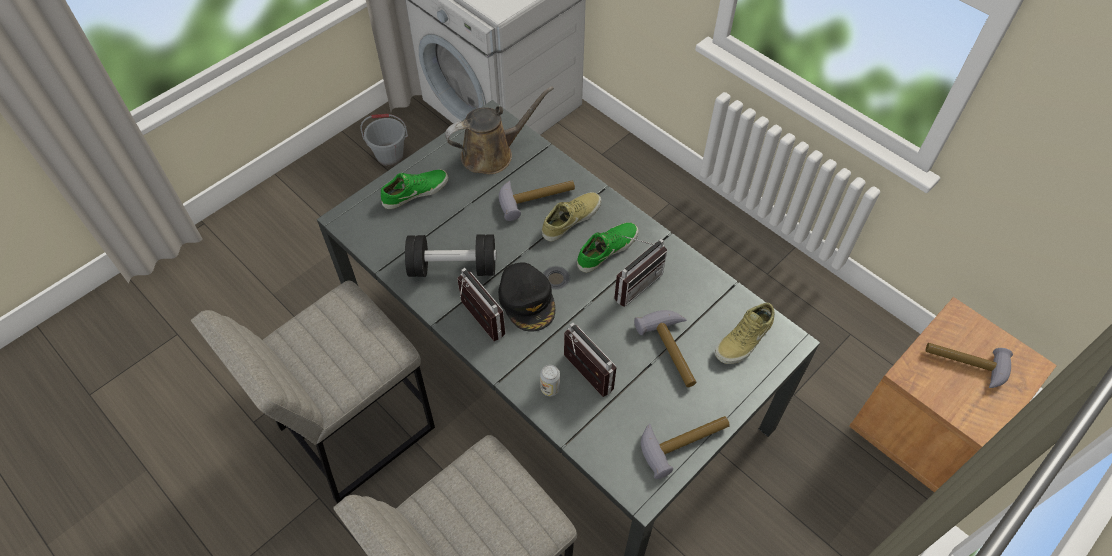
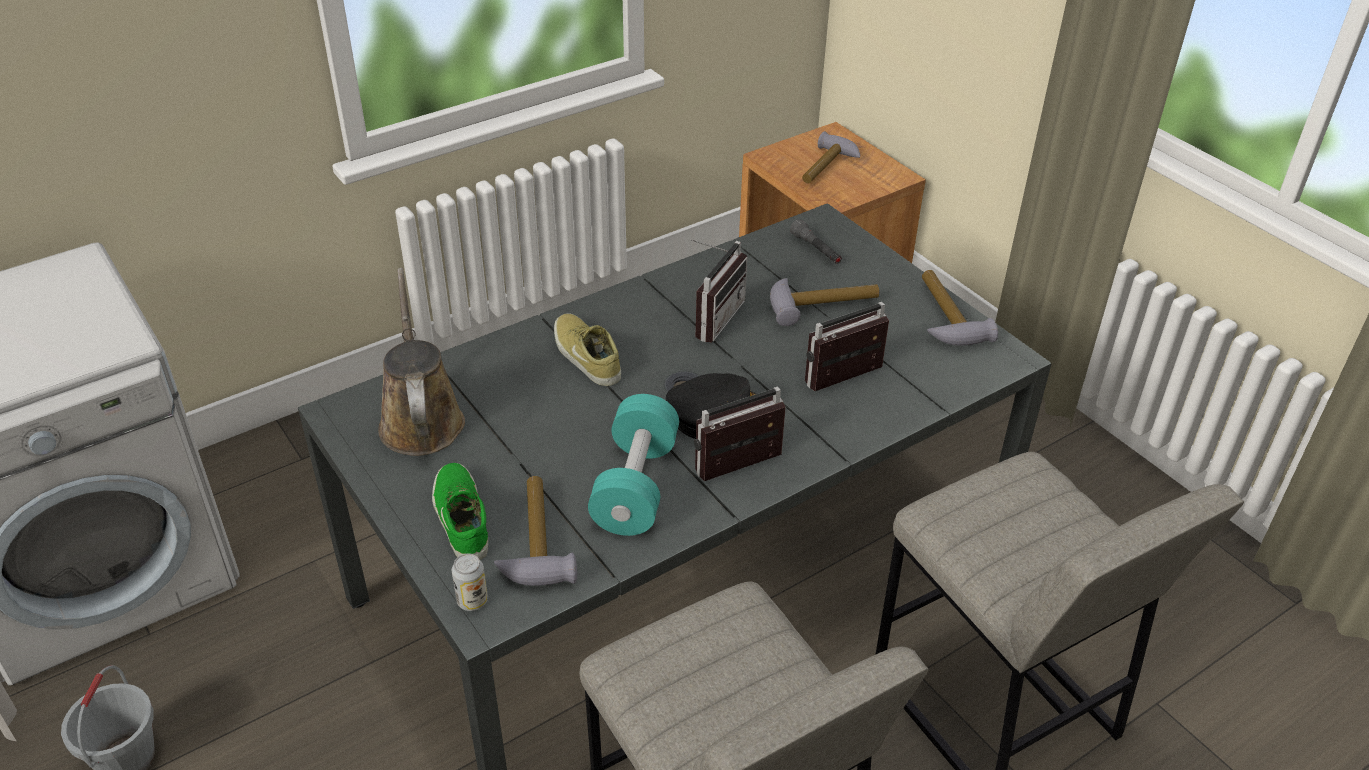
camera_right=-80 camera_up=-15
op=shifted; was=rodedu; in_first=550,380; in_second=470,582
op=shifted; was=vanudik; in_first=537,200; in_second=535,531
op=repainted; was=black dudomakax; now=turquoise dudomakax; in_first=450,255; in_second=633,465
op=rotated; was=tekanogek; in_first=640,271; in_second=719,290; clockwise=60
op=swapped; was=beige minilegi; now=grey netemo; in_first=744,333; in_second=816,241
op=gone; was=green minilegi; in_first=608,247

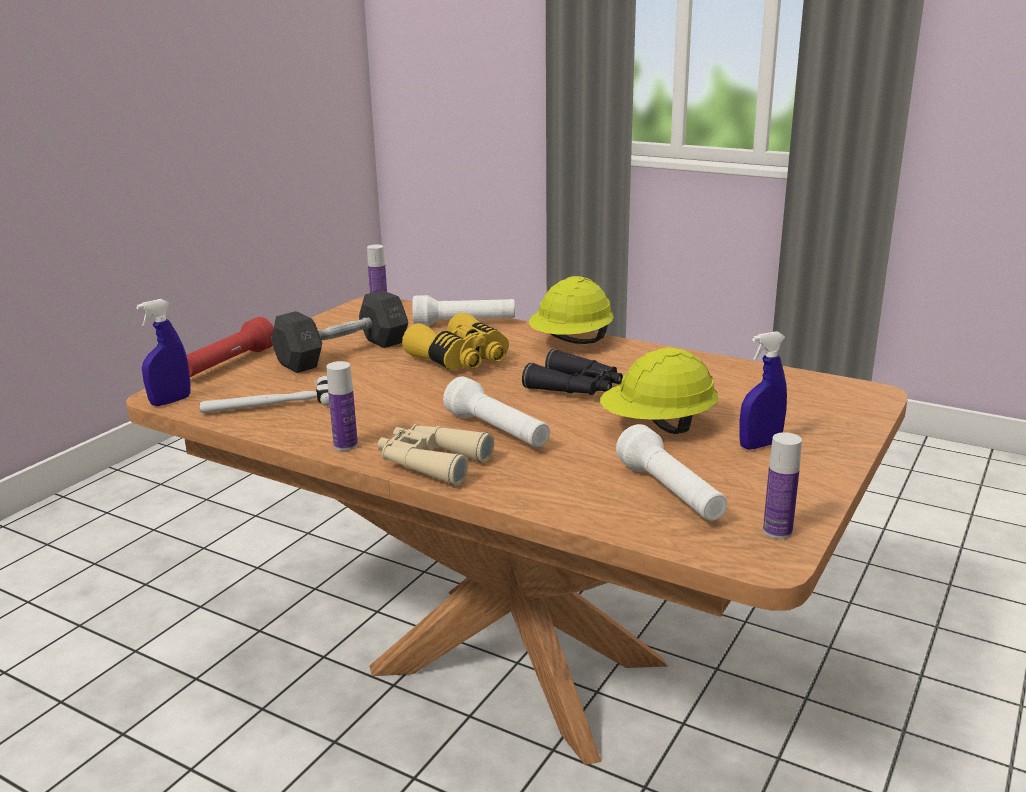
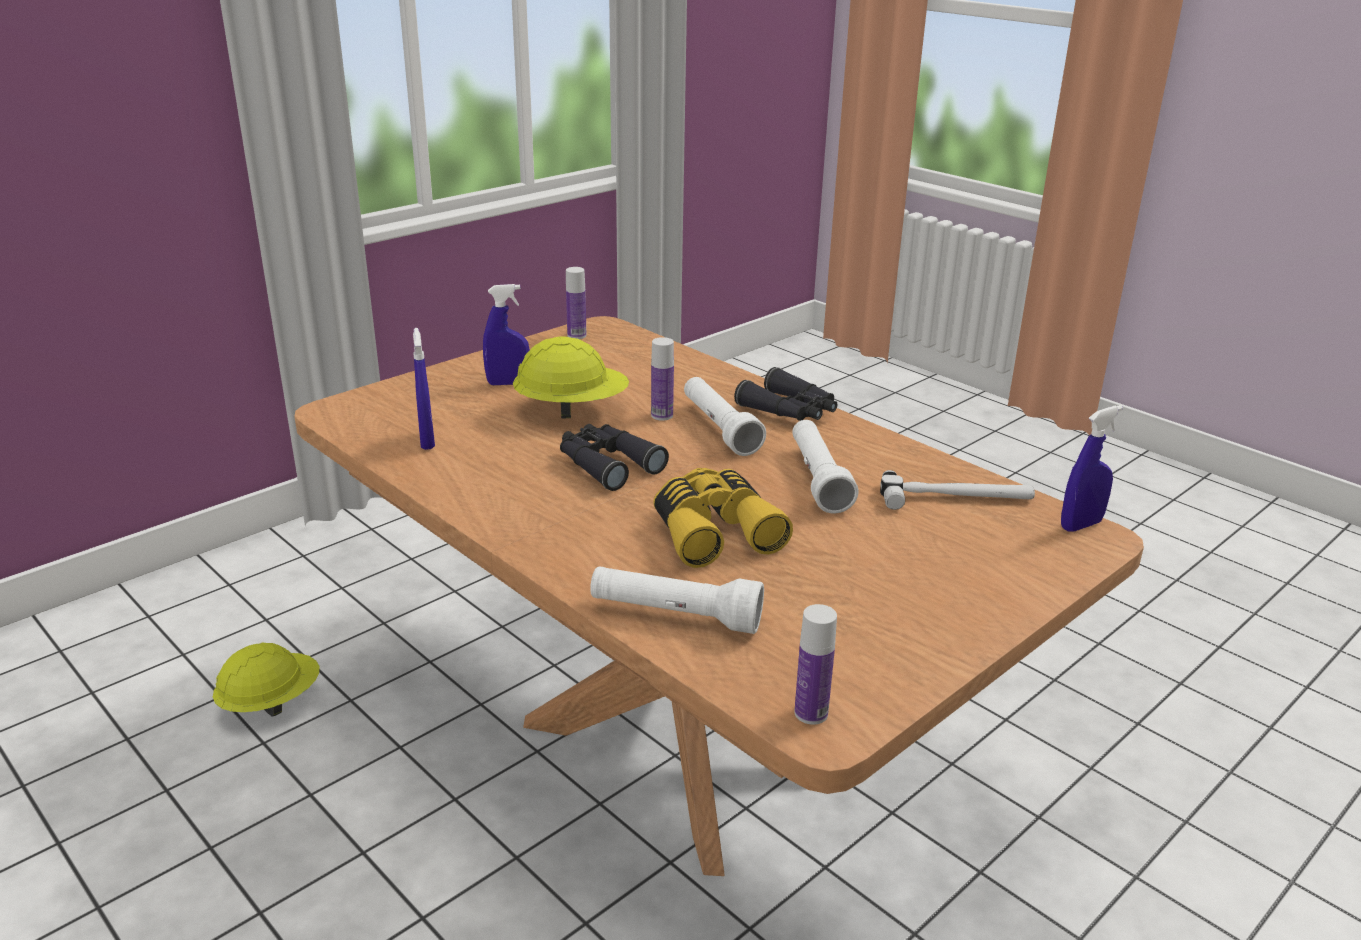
camera_right=-165 camera_up=5
op=shifted; was=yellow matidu; in_first=571,310; in_second=265,679
op=new; now=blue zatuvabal; in_second=424,389
op=shifted; was=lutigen; in_first=342,406; in_second=662,379
op=repainted; was=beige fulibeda; now=black fulibeda; in_first=435,455; in_second=786,394
op=shifted; was=white netemo; in_first=671,472; in_second=825,466
op=gone; was=red netemo; in_first=230,347
op=gone; was=grey dudomakax; in_first=339,331

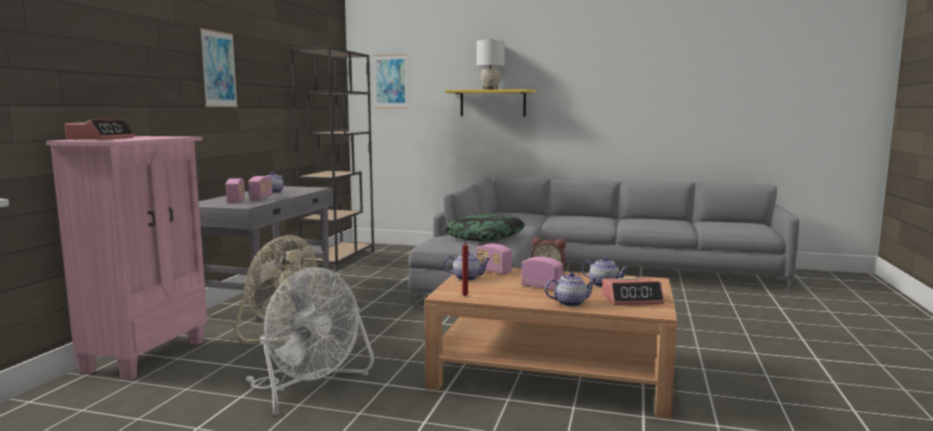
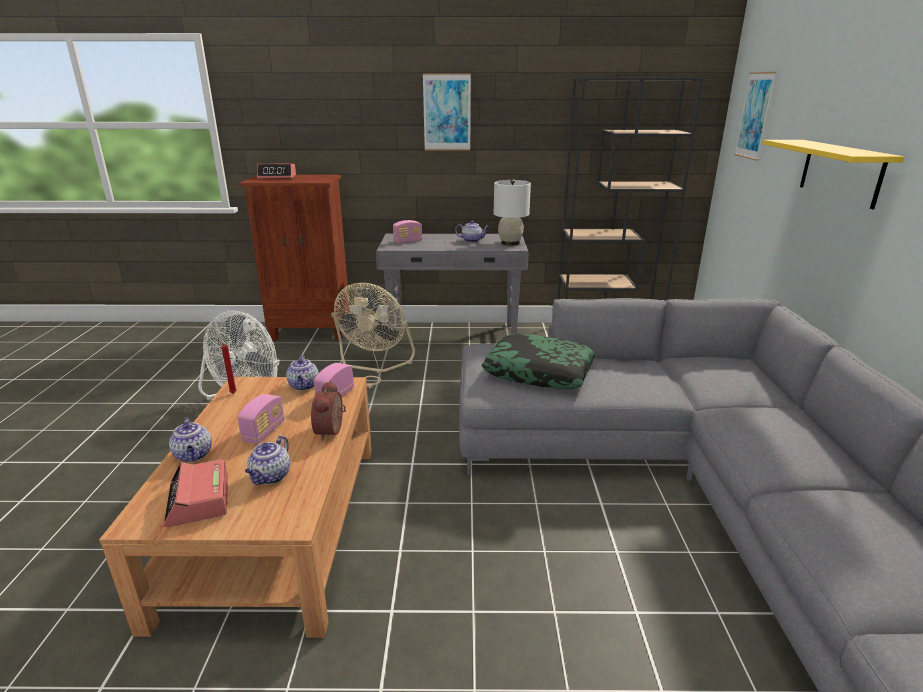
camera_right=75 camera_up=15
op=repainted; was=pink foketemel; now=brown foketemel; in_first=126,258; in_second=294,258
op=shifted; was=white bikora; in_first=491,64; in_second=512,212
op=gone; was=tekanogek; in_first=261,188

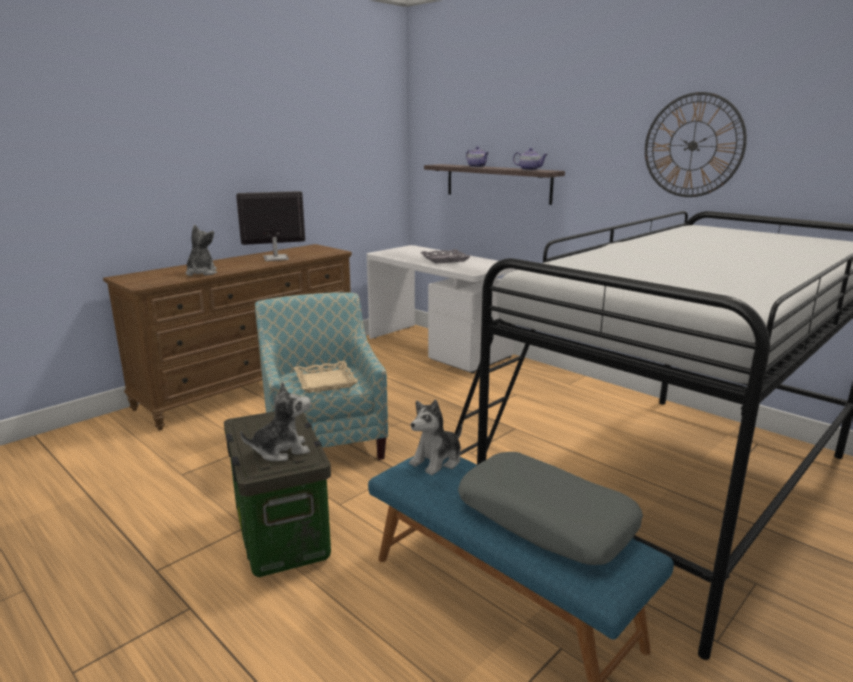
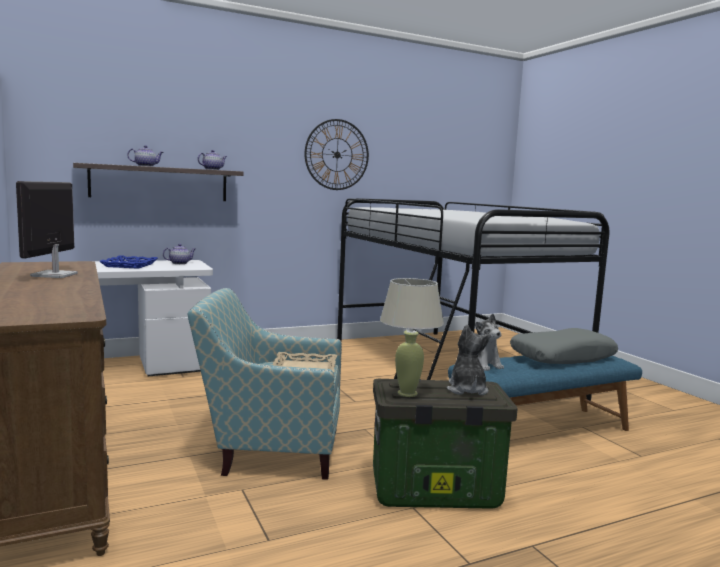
camera_right=-70 camera_up=-10
op=repainted; was=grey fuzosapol; now=blue fuzosapol; in_first=445,256; in_second=128,262
op=new; now=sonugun; in_second=179,254
op=new; now=beige bikora; in_second=412,337
op=gone; was=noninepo; in_first=201,250

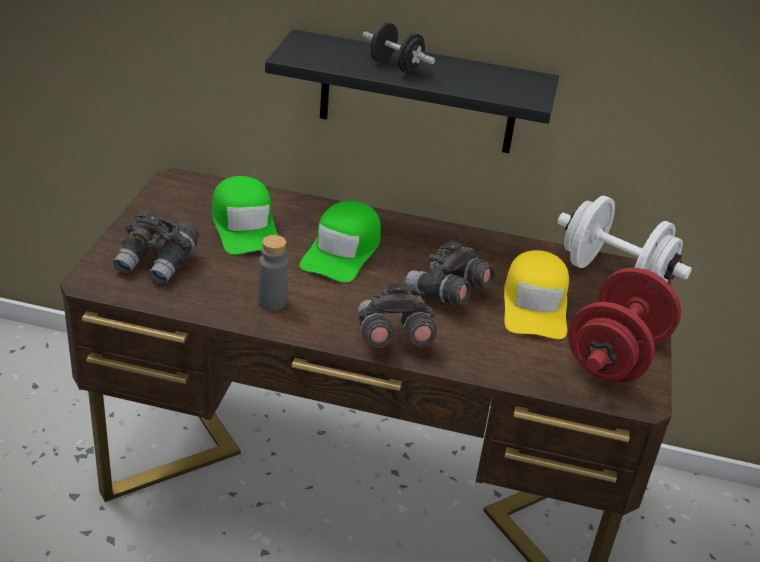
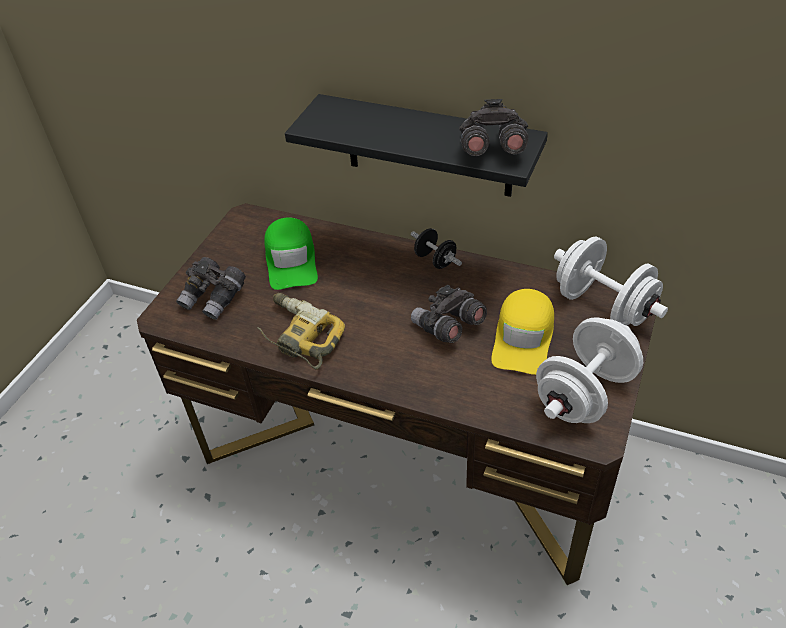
camera_right=15 camera_up=10
op=swapped; was=grey lutigen; now=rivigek; in_first=273,273; in_second=301,331
op=shifted; was=black dudomakax; in_first=398,48; in_second=436,248
op=shifted; was=grey fulibeda; in_first=397,316; in_second=493,127
op=repainted; was=red dudomakax; now=white dudomakax; in_first=624,325; in_second=589,370
op=gone; was=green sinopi; in_first=340,241

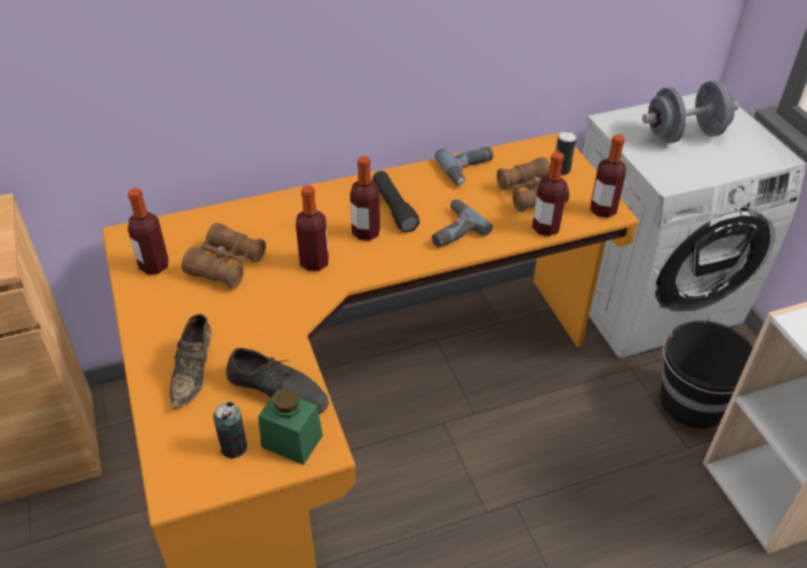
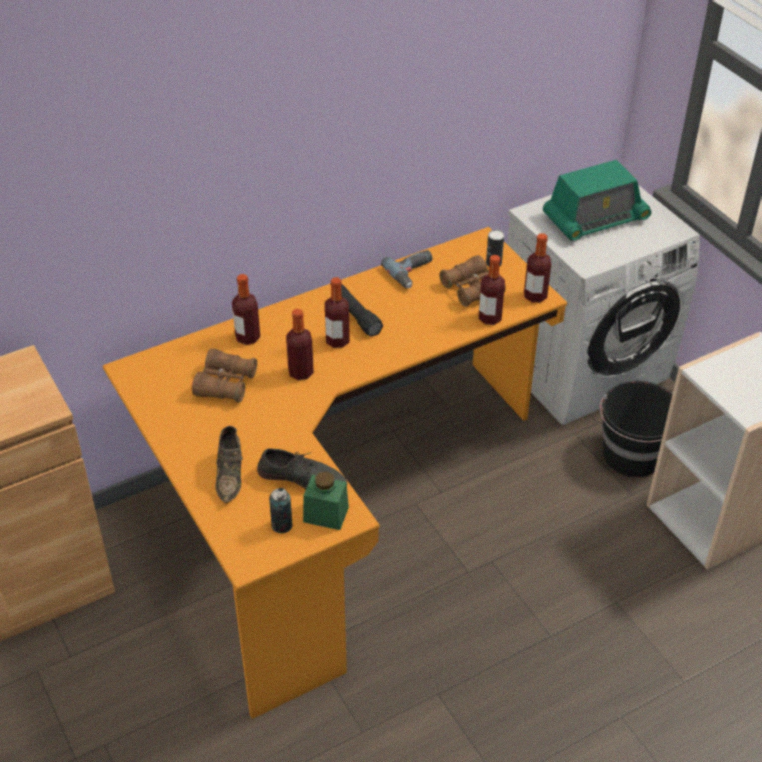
camera_right=-10 camera_up=0
op=shifted; was=lutigen; in_first=148,231; in_second=246,309
op=swapped; was=grey dudomakax; now=tekanogek; in_first=690,112; in_second=597,200
op=gone; was=rivigek; in_first=462,223

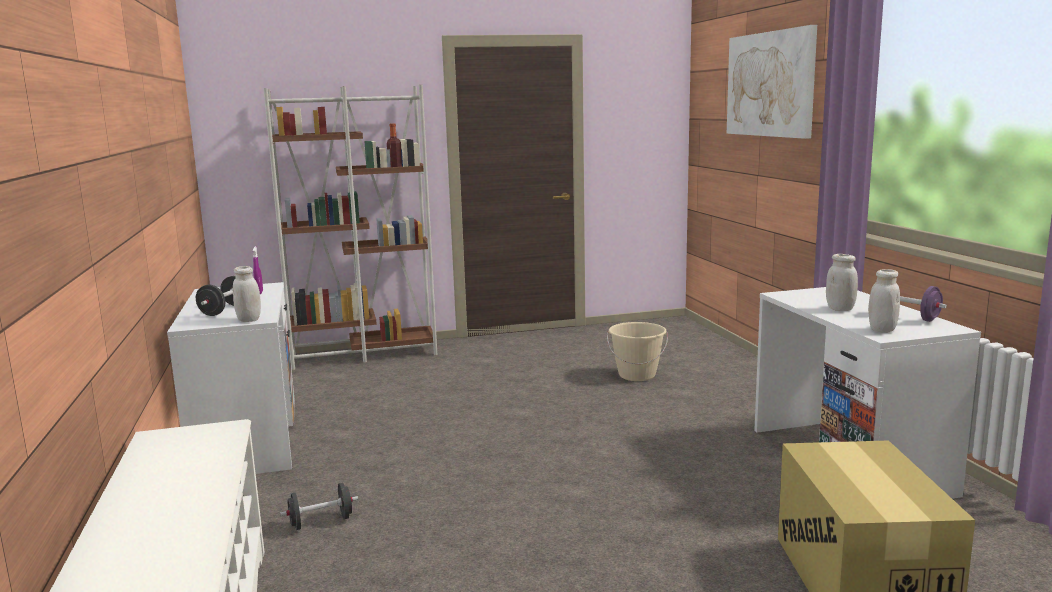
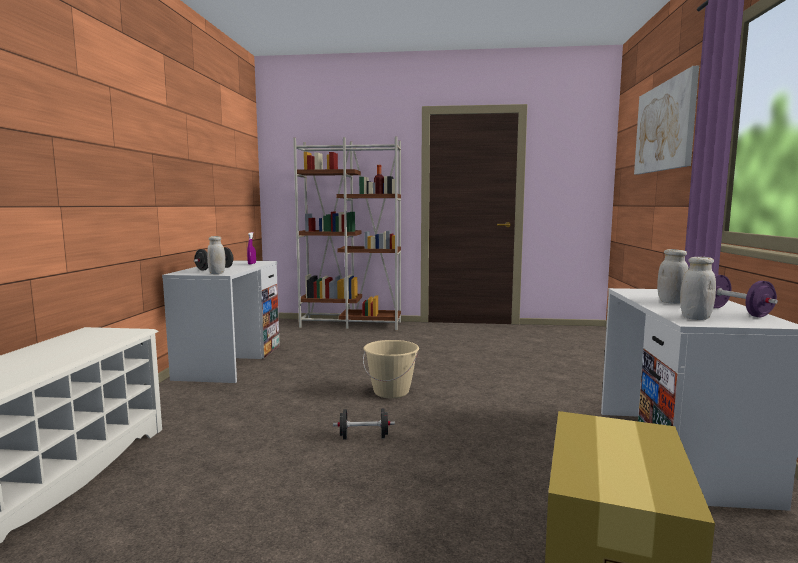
camera_right=20 camera_up=-5
op=shifted; was=black dudomakax; in_first=319,506; in_second=364,424
op=shifted; was=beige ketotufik; in_first=637,351; in_second=391,369

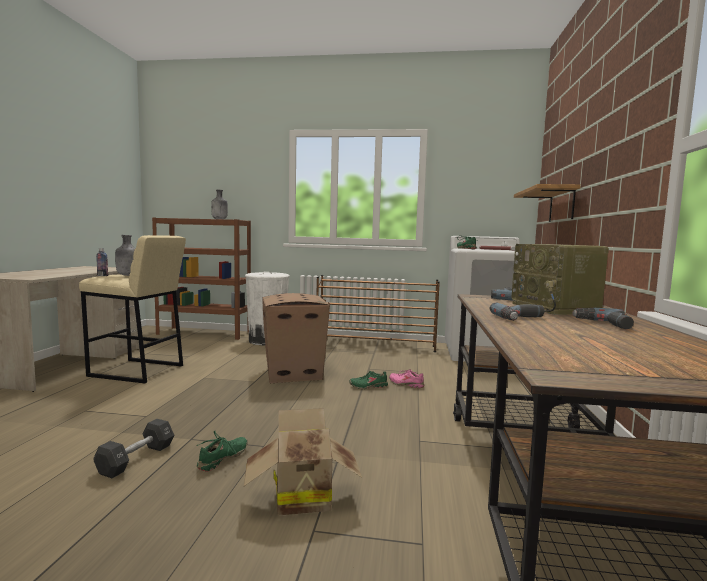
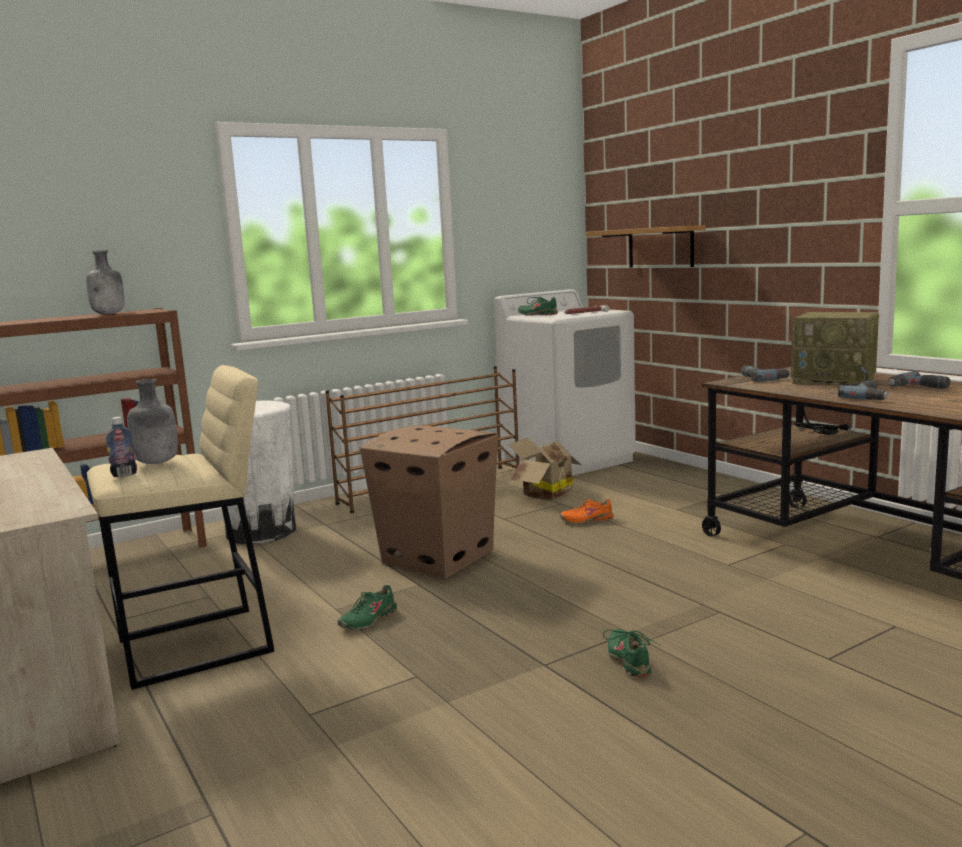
camera_right=-40 camera_up=5
op=shifted; was=green minilegi; in_first=368,380; in_second=367,606
op=shifted; was=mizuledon; in_first=303,462; in_second=545,469
op=repainted; was=pink minilegi; now=orange minilegi; in_first=406,378; in_second=587,511
op=gone; was=black dudomakax; in_first=133,448

